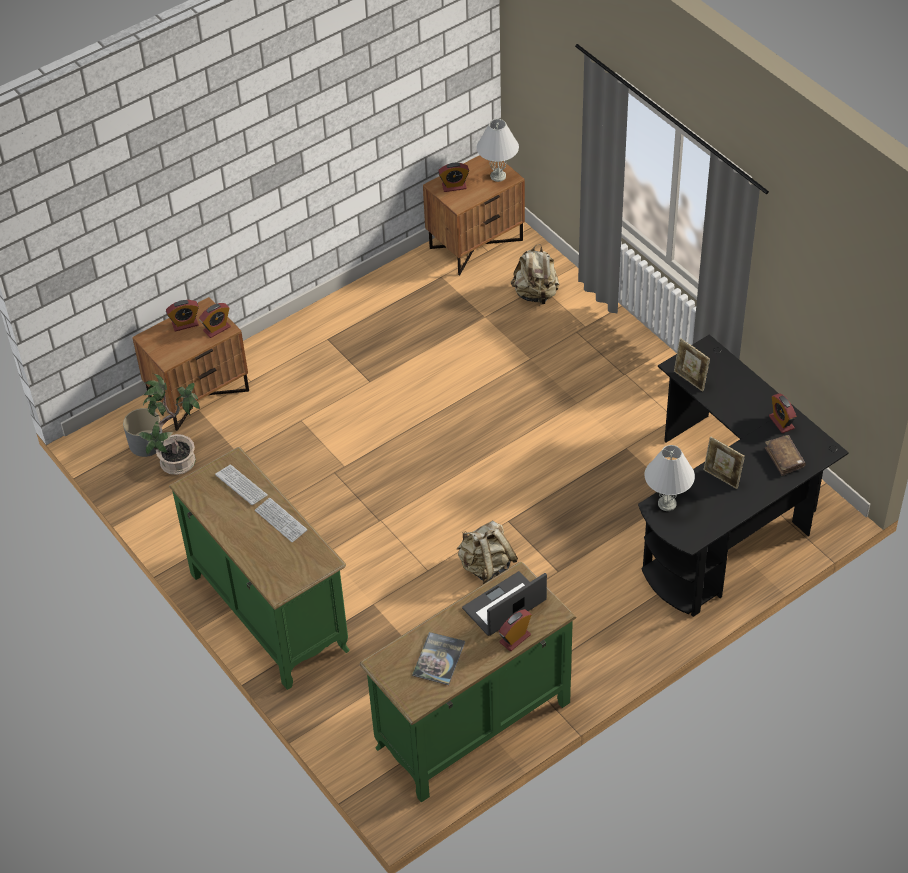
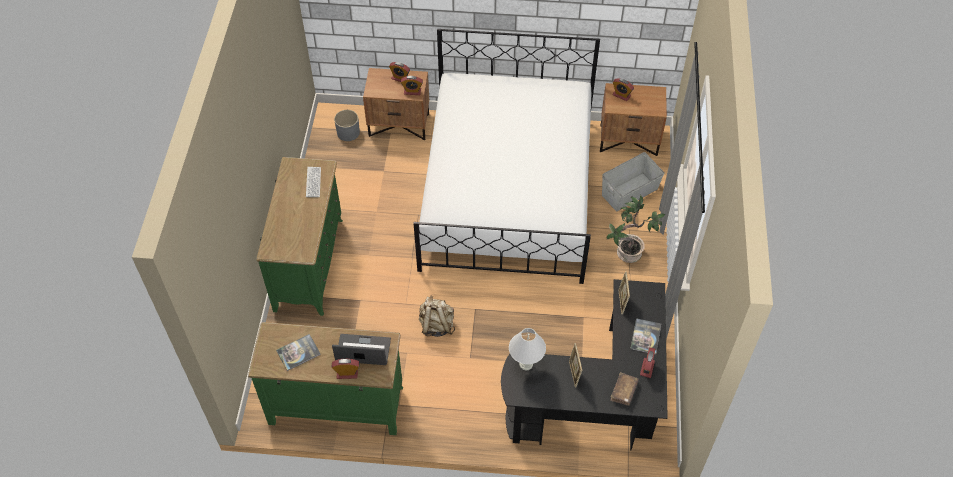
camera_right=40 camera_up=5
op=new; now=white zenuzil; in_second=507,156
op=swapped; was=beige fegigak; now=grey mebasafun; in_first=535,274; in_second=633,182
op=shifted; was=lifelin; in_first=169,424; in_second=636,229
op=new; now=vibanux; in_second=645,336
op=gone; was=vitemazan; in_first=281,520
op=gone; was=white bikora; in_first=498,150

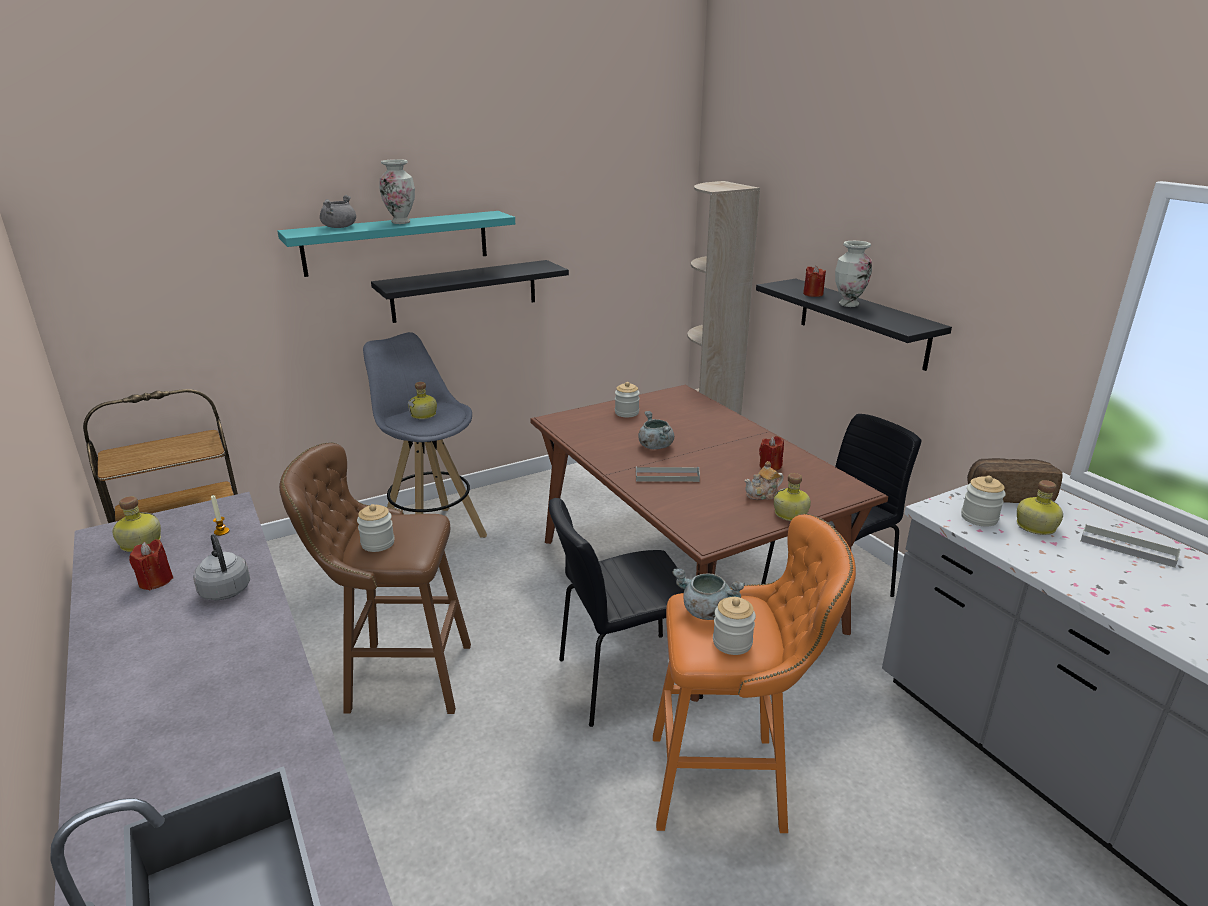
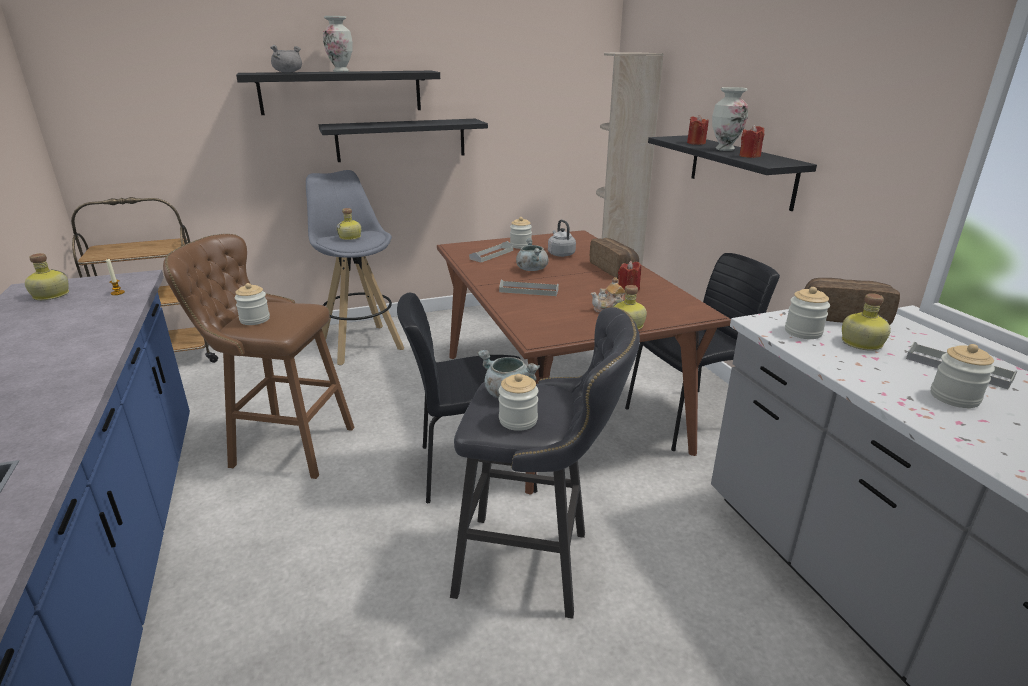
camera_right=10 camera_up=0
op=repainted; was=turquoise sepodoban; now=black sepodoban; in_first=396,244; in_second=338,93
op=repainted; was=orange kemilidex; now=black kemilidex; in_first=754,673; in_second=545,463
op=new; now=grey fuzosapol; in_second=491,252
op=shifted; was=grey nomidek; in_first=221,567; in_second=562,238
op=new; now=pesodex; in_second=614,258
op=shifted; was=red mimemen; in_first=151,564; in_second=751,141
op=new; now=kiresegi; in_second=963,376

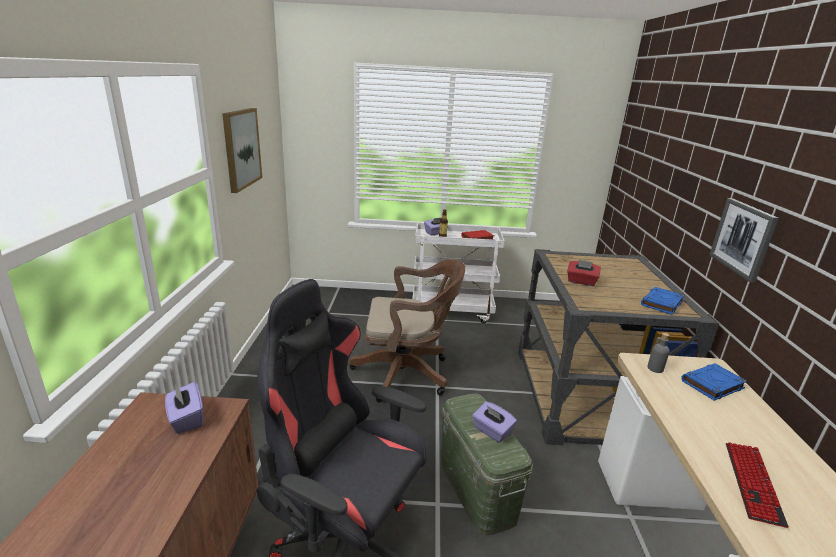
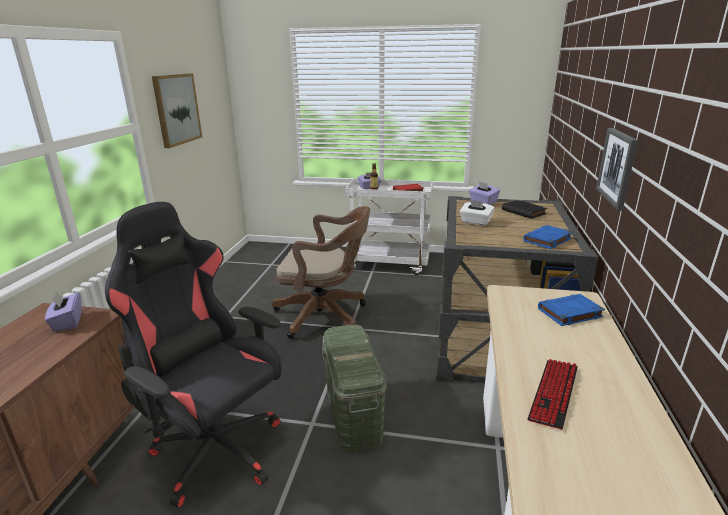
camera_right=10 camera_up=0
op=repainted; was=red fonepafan; now=white fonepafan; in_first=584,273; in_second=477,212
op=shifted; was=purple fonepafan; in_first=494,422; in_second=484,193
op=new; now=black vibanux; in_second=524,209
op=gone; was=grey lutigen; in_first=659,353

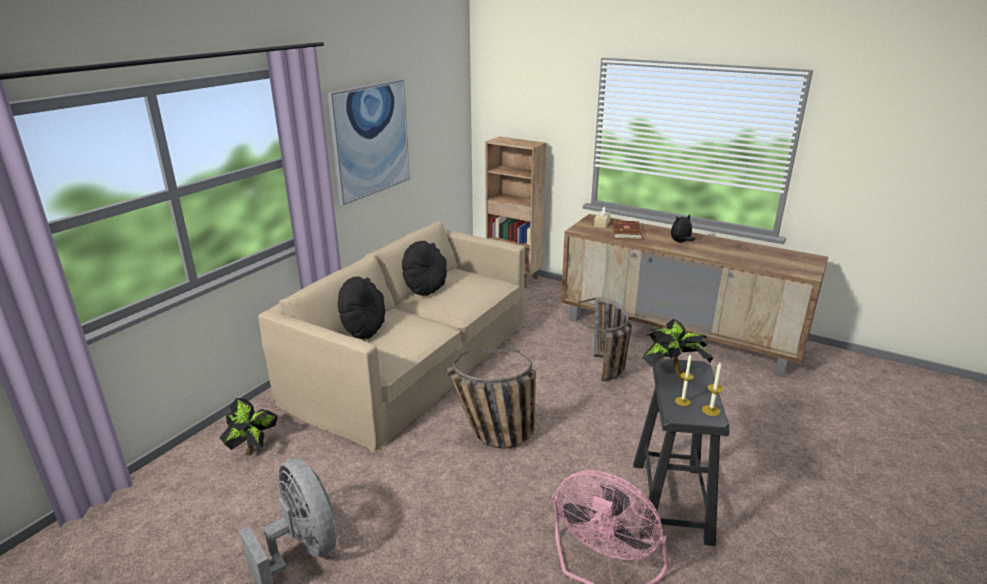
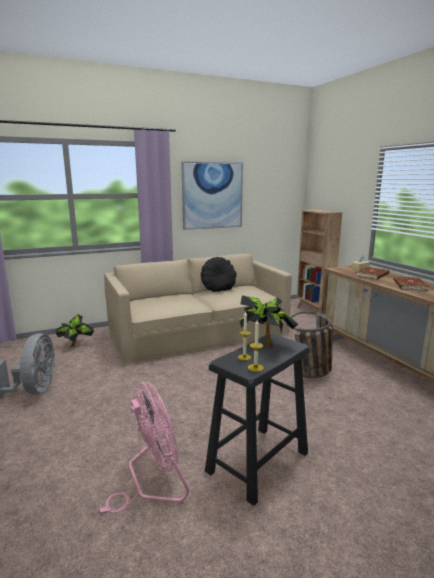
camera_right=35 camera_up=-10
op=swapped; was=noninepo; now=brown vibanux; in_first=683,228; in_second=411,283
op=gone; was=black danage; in_first=361,308
op=gone; was=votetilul; in_first=491,399

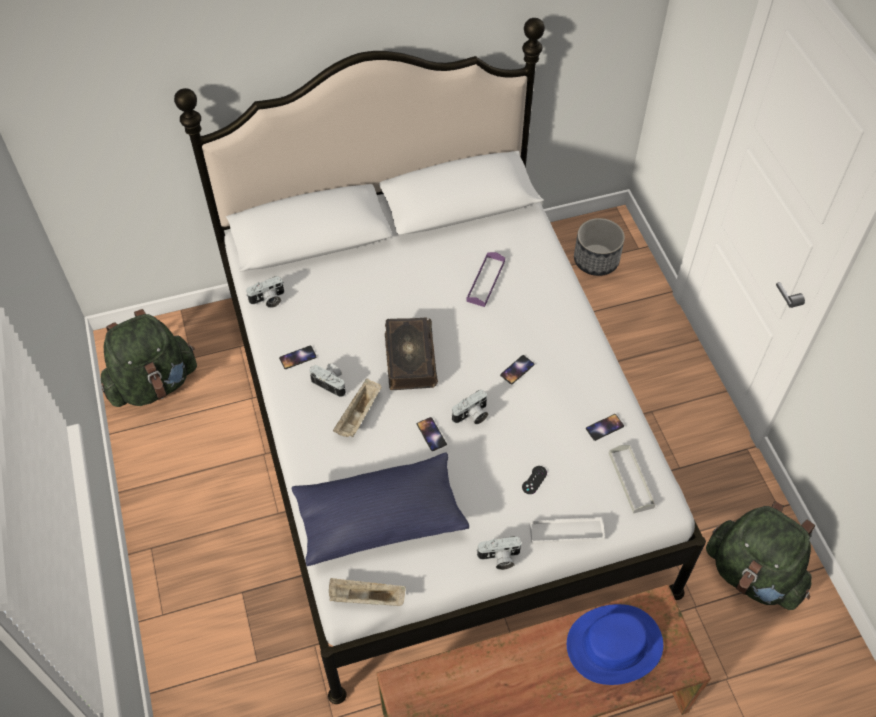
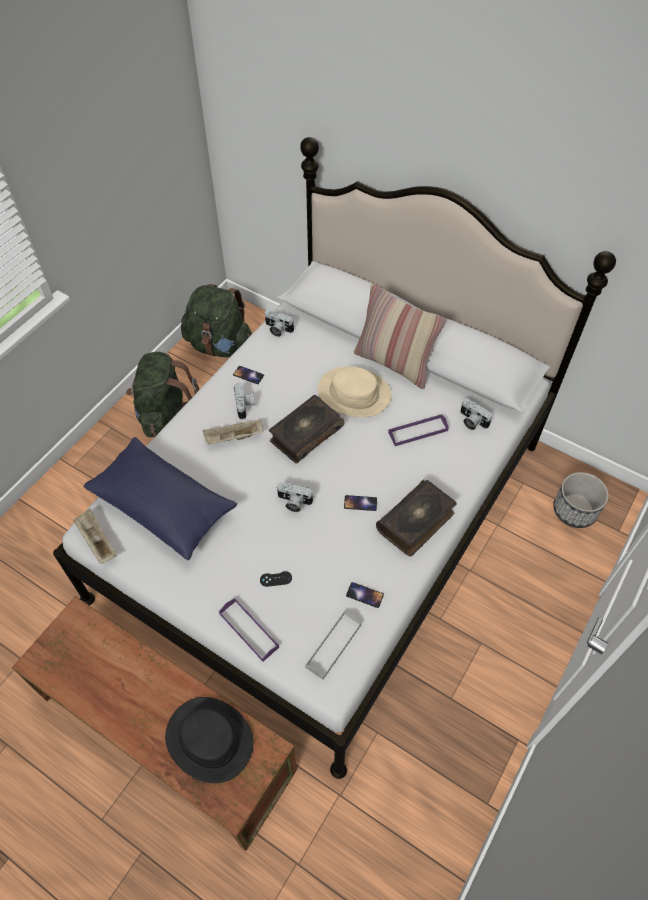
camera_right=50 camera_up=0
op=shifted; was=green fegigak; in_first=760,555; in_second=162,394
op=repainted; was=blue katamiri; now=black katamiri; in_first=615,644; in_second=209,740
op=repainted; was=white fuzosapol; now=purple fuzosapol; in_first=567,530; in_second=249,630
op=new; now=beige katamiri; in_second=354,391
op=new; now=danage; in_second=400,336
op=new; now=vibanux; in_second=416,517
op=shifted; was=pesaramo; in_first=499,553; in_second=476,414
op=gone; was=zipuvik; in_first=432,434

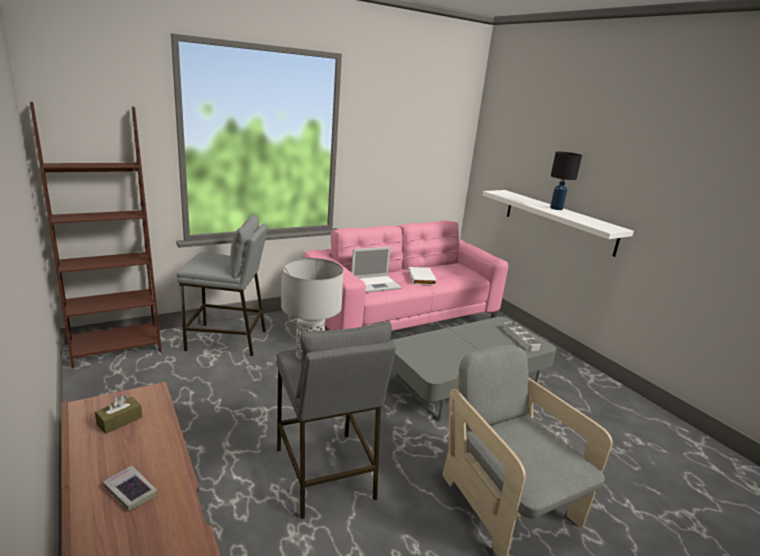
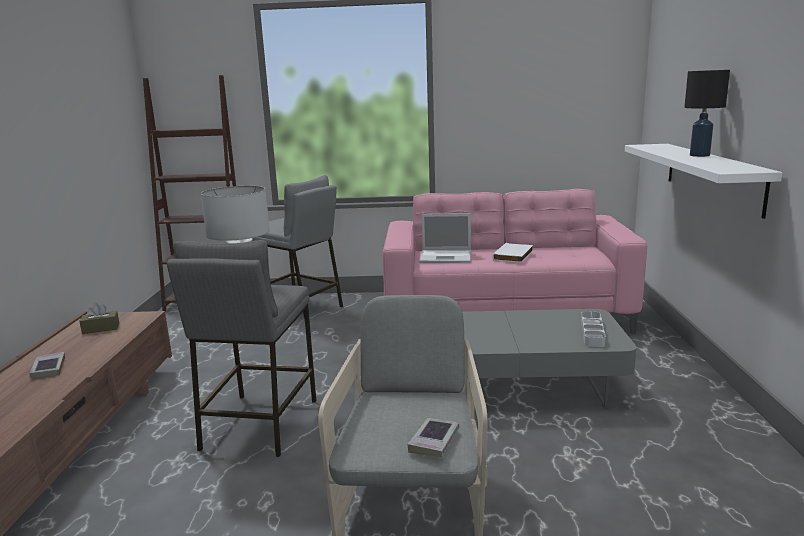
camera_right=35 camera_up=-5
op=new; now=vibanux; in_second=433,437

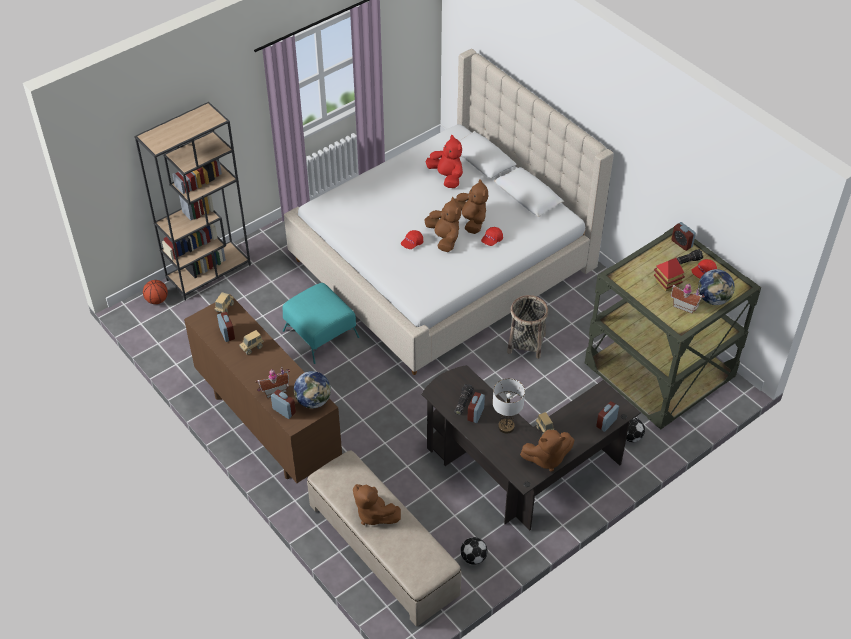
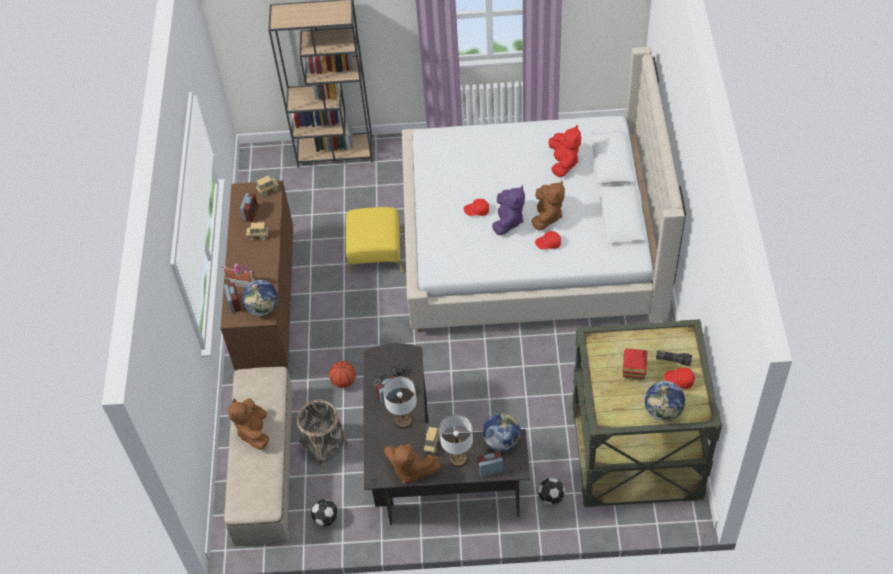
camera_right=40 camera_up=5
op=shifted; was=votetilul; in_first=527,327; in_second=323,434
op=shifted; was=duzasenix; in_first=155,292; in_second=342,374
op=repainted; was=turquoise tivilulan; now=yellow tivilulan; in_first=320,323; in_second=374,242
op=new; now=bikora; in_second=456,441
op=new; now=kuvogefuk; in_second=502,432
op=repainted; was=brown noninepo; now=purple noninepo; in_first=442,224; in_second=508,210
op=gone; was=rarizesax; in_first=688,298
op=gone; was=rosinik; in_first=684,236

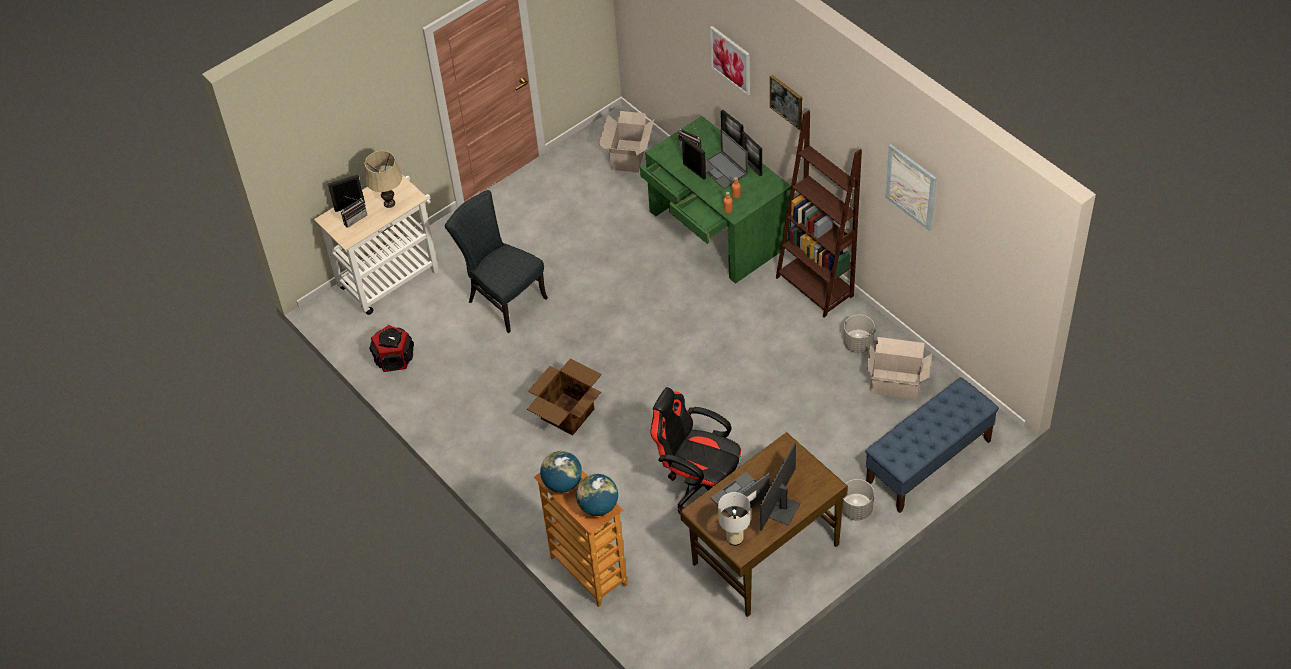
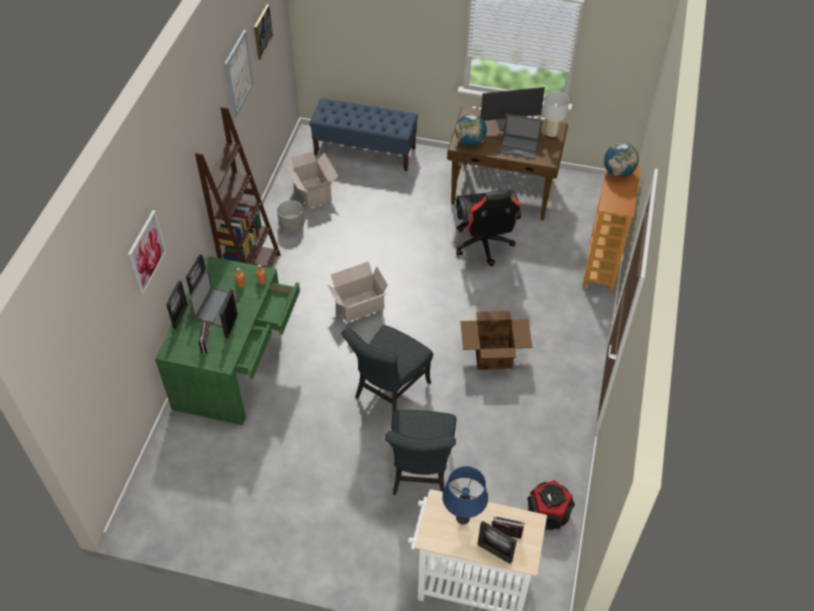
camera_right=-130 camera_up=0
op=shifted; was=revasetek; in_first=786,102; in_second=263,32
op=shifted; was=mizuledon; in_first=626,142; in_second=357,291
op=new; now=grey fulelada; in_second=387,368
op=repainted; was=beige bikora; now=blue bikora; in_first=383,179; in_second=465,495
op=shifted; was=kuvogefuk; in_first=561,472; in_second=471,130
op=gone; was=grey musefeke; in_first=858,499

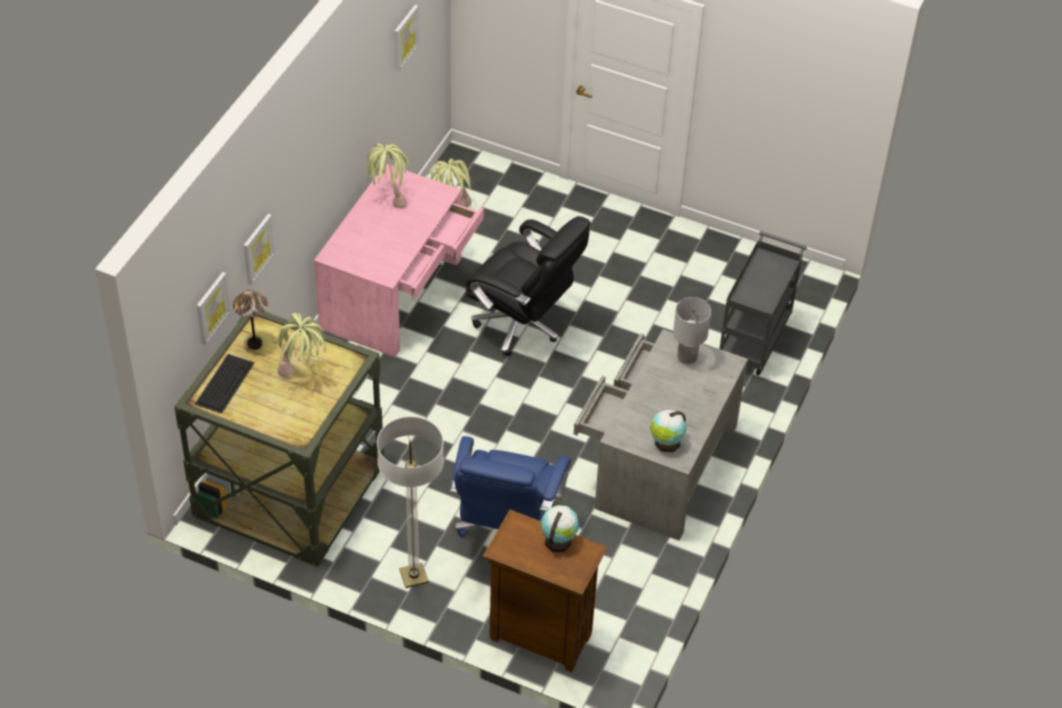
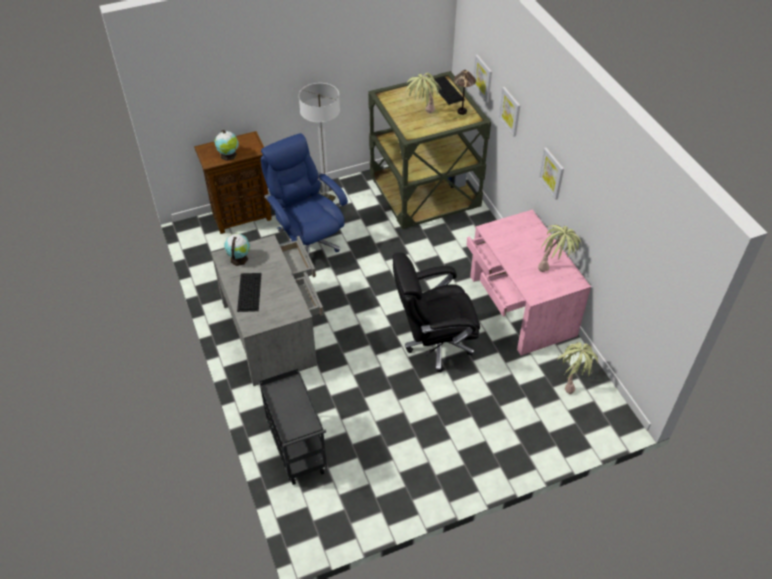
camera_right=135 camera_up=0
op=new; now=vitemazan; in_second=249,292
op=shifted; was=revasetek; in_first=407,38; in_second=551,173
op=gone; was=grey bikora; in_first=692,330

